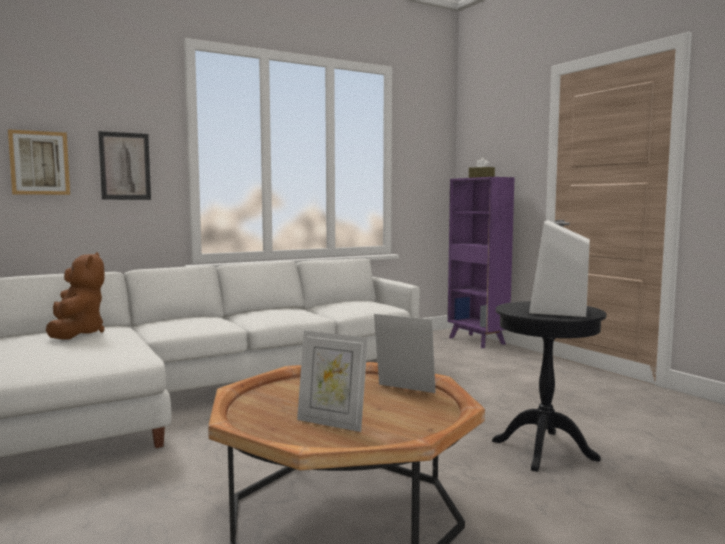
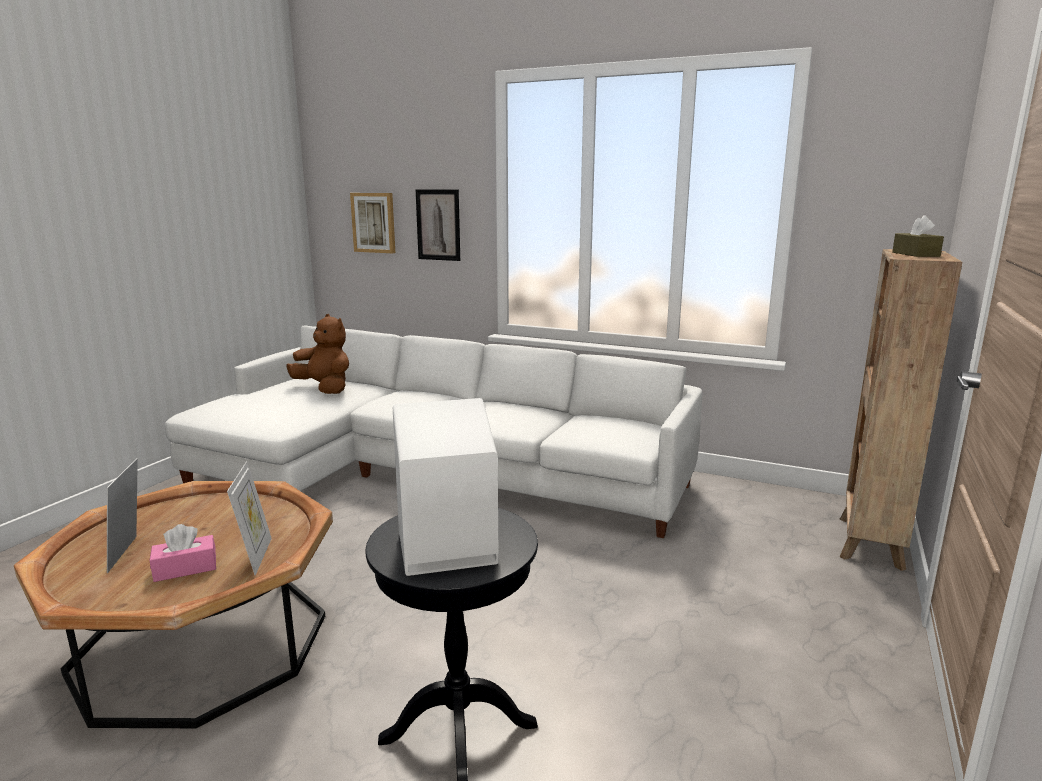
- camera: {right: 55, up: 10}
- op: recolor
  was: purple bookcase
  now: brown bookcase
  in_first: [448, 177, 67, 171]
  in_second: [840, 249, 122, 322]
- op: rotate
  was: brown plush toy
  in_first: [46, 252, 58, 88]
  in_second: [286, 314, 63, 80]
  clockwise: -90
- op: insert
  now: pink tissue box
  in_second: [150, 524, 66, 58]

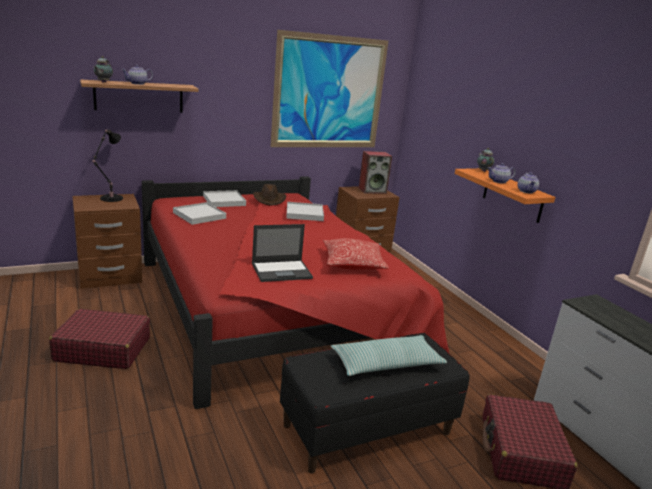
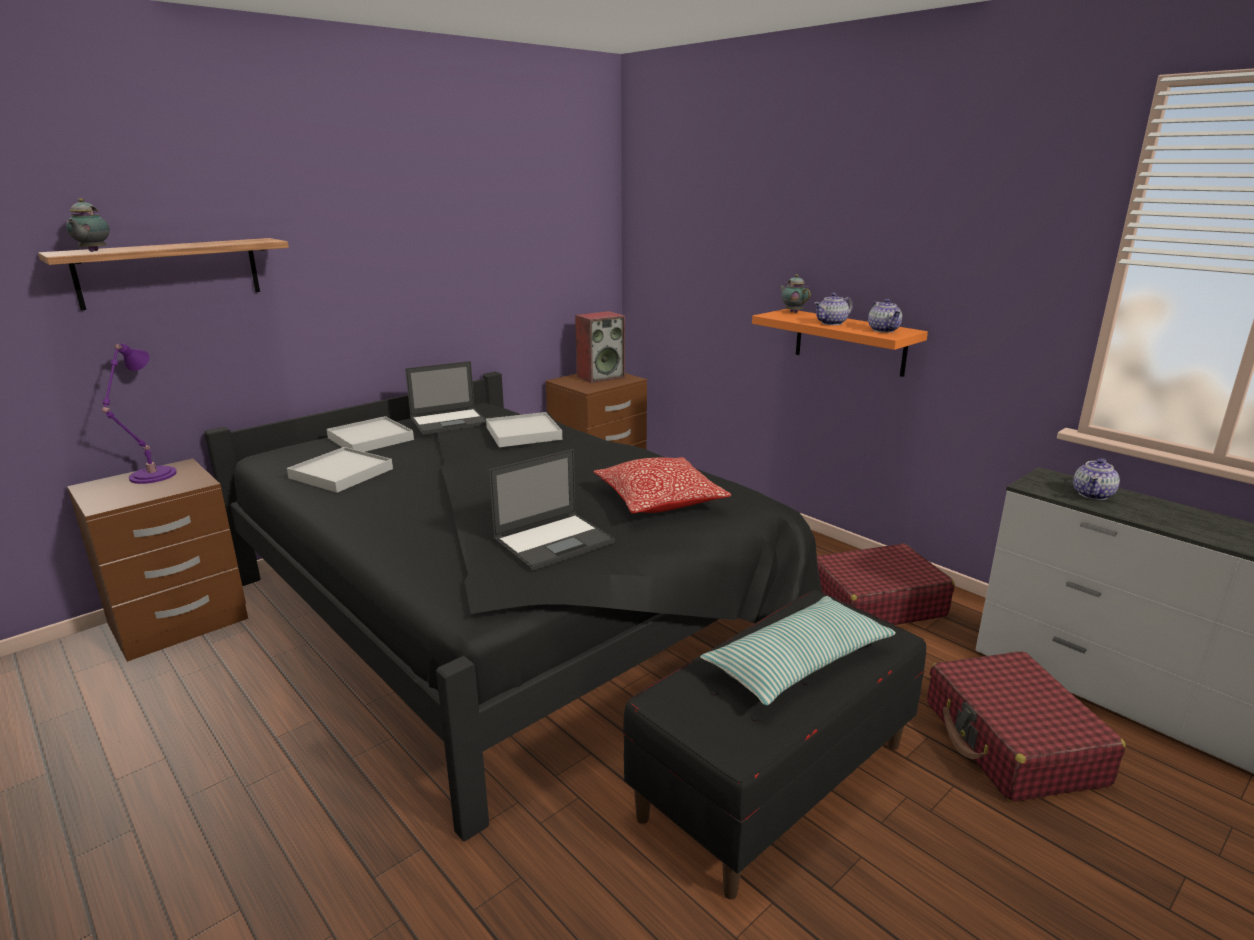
- camera: {right: -15, up: 0}
- op: delete
  was: picture
  in_first: [270, 30, 118, 117]
- op: move
  was: teapot
  in_first: [121, 65, 32, 20]
  in_second: [1073, 458, 47, 42]
- op: recolor
  was: black table lamp
  now: purple table lamp
  in_first: [92, 130, 31, 72]
  in_second: [102, 344, 75, 140]
- op: recolor
  was: red bed
  now: black bed
  in_first: [142, 176, 307, 233]
  in_second: [204, 371, 618, 471]
- op: replace
  was: brown hat
  now: laptop
  in_first: [253, 184, 33, 22]
  in_second: [405, 361, 81, 73]
- op: move
  was: red suitcase
  in_first: [49, 309, 101, 60]
  in_second: [817, 543, 138, 82]

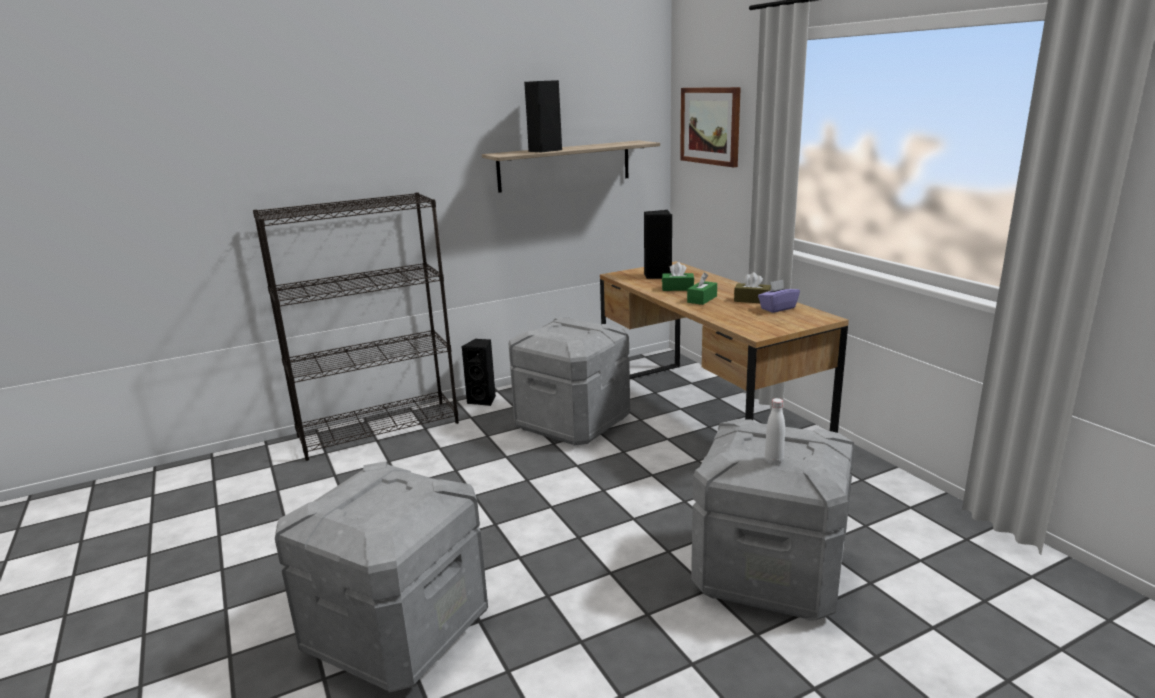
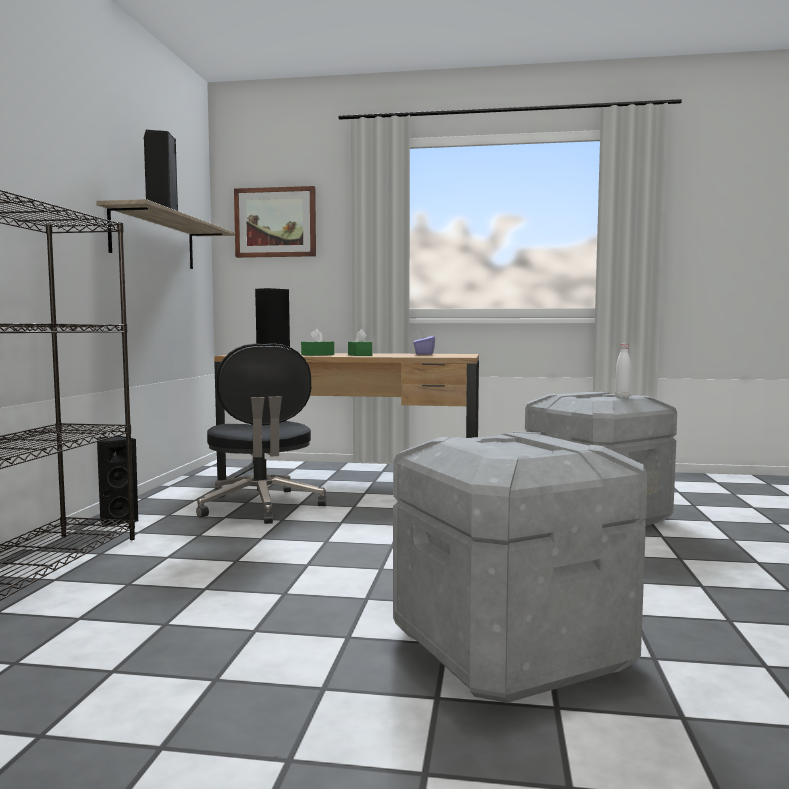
- camera: {right: -55, up: -15}
- op: delete
  was: brown tissue box
  in_first: [734, 272, 37, 31]
- op: replace
  was: grey storage box
  now: black office chair
  in_first: [508, 317, 122, 129]
  in_second: [196, 343, 131, 181]

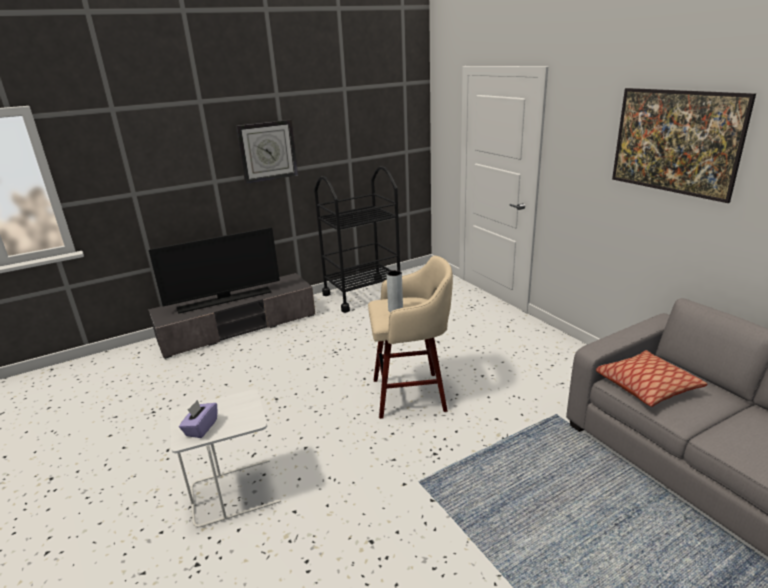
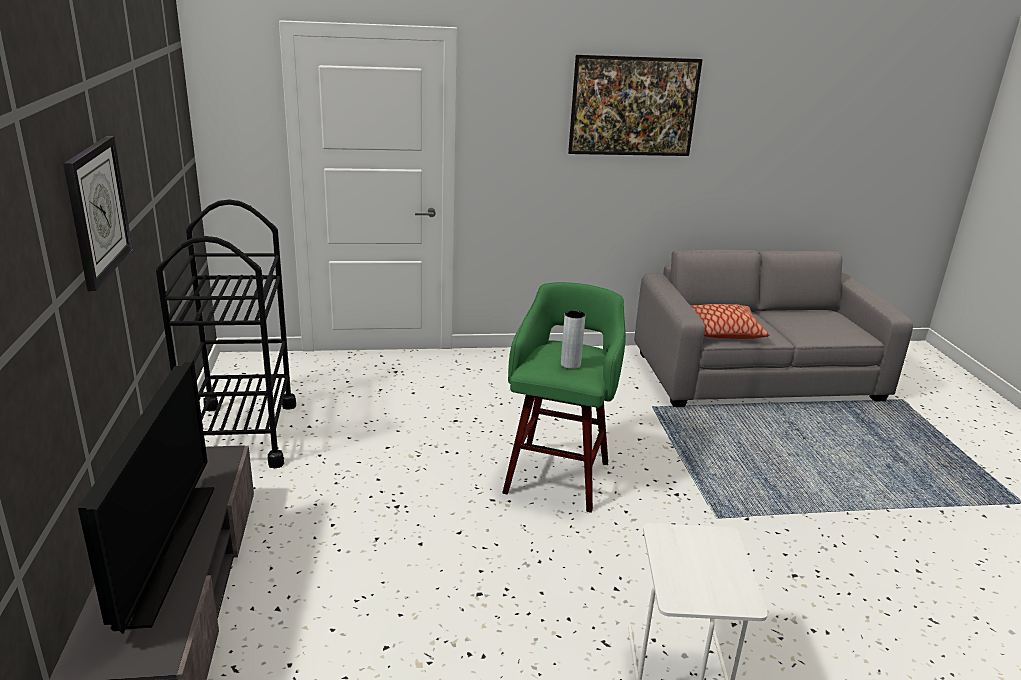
- camera: {right: -70, up: 0}
- op: recolor
  was: beige stool
  now: green stool
  in_first: [368, 256, 85, 163]
  in_second: [502, 282, 124, 231]
- op: delete
  was: purple tissue box
  in_first: [179, 400, 38, 38]

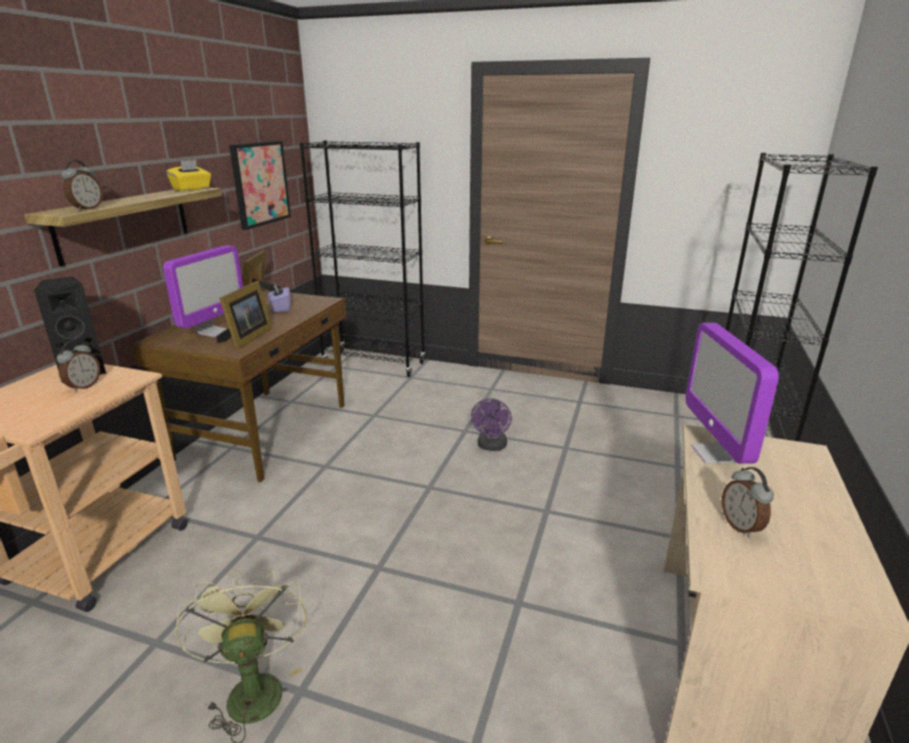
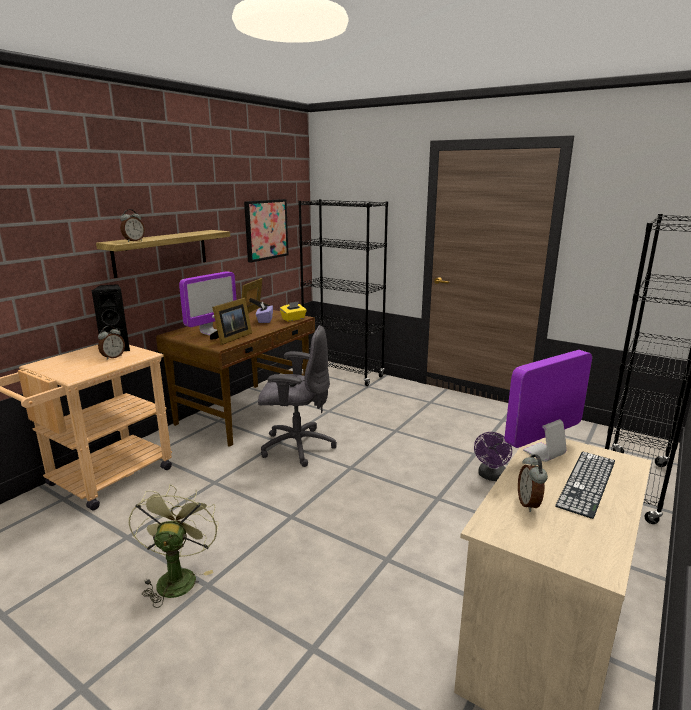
- camera: {right: 15, up: -5}
- op: move
  was: yellow tissue box
  in_first: [166, 160, 45, 31]
  in_second: [280, 301, 27, 21]
- op: rotate
  was: monitor
  in_first: [685, 323, 94, 141]
  in_second: [505, 350, 87, 112]
  clockwise: 45
- op: move
  was: purple fan
  in_first: [471, 399, 41, 52]
  in_second: [474, 432, 38, 49]
- op: insert
  now: grey office chair
  in_second: [258, 325, 79, 142]
- op: insert
  now: keyboard
  in_second: [555, 451, 60, 68]

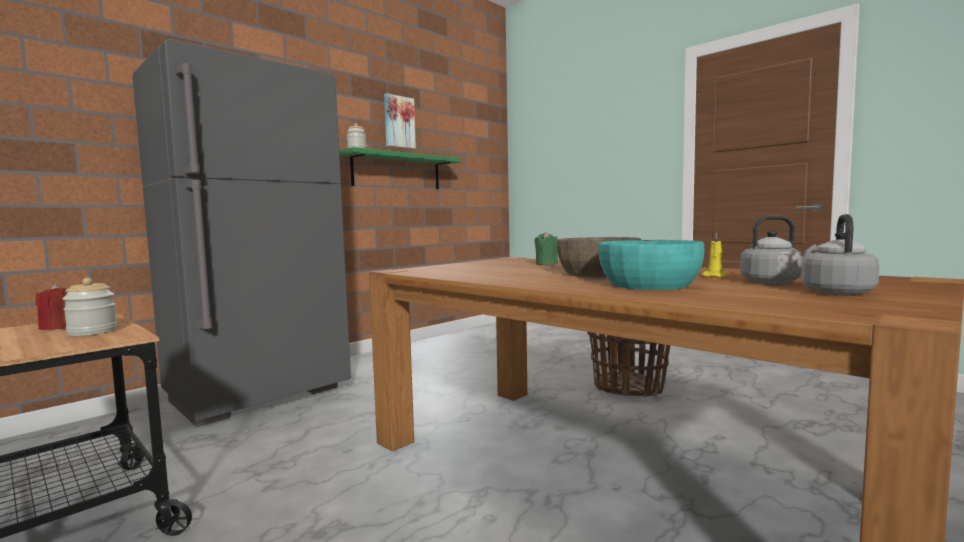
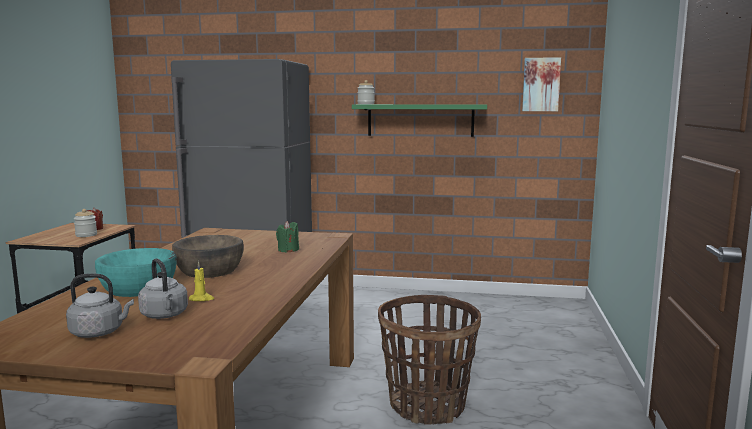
- camera: {right: 55, up: 5}
- op: move
  was: picture
  in_first: [384, 93, 32, 56]
  in_second: [522, 57, 39, 54]

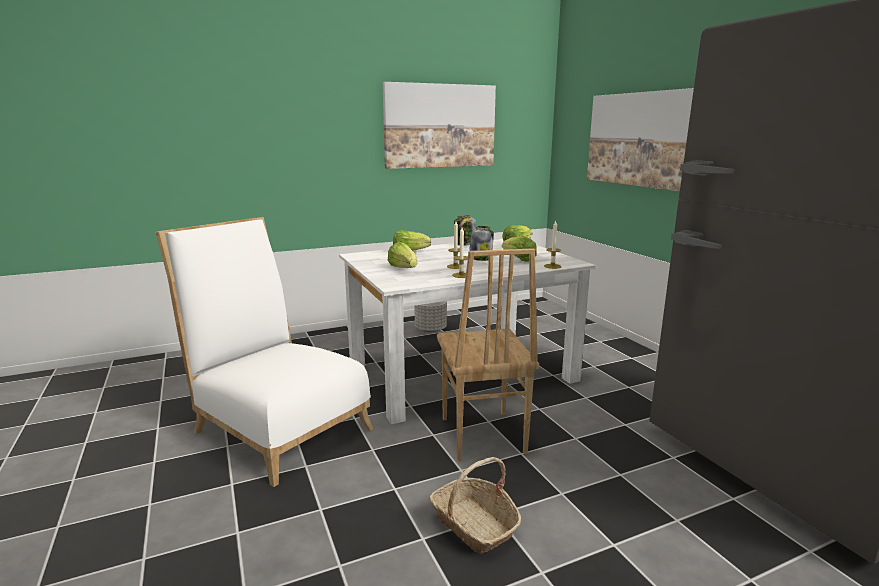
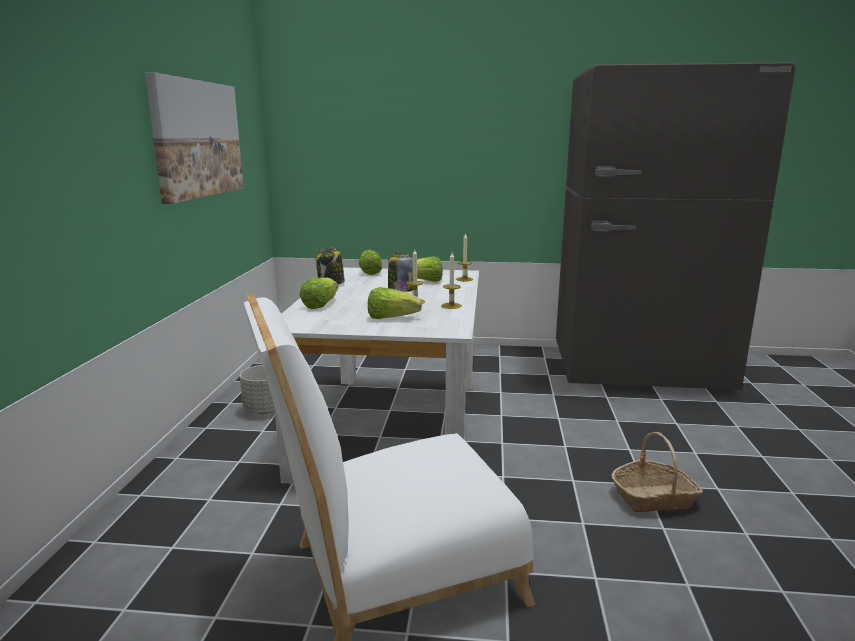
- camera: {right: -60, up: 0}
- op: delete
  was: picture
  in_first: [587, 88, 107, 103]
- op: delete
  was: brown chair
  in_first: [437, 248, 102, 213]

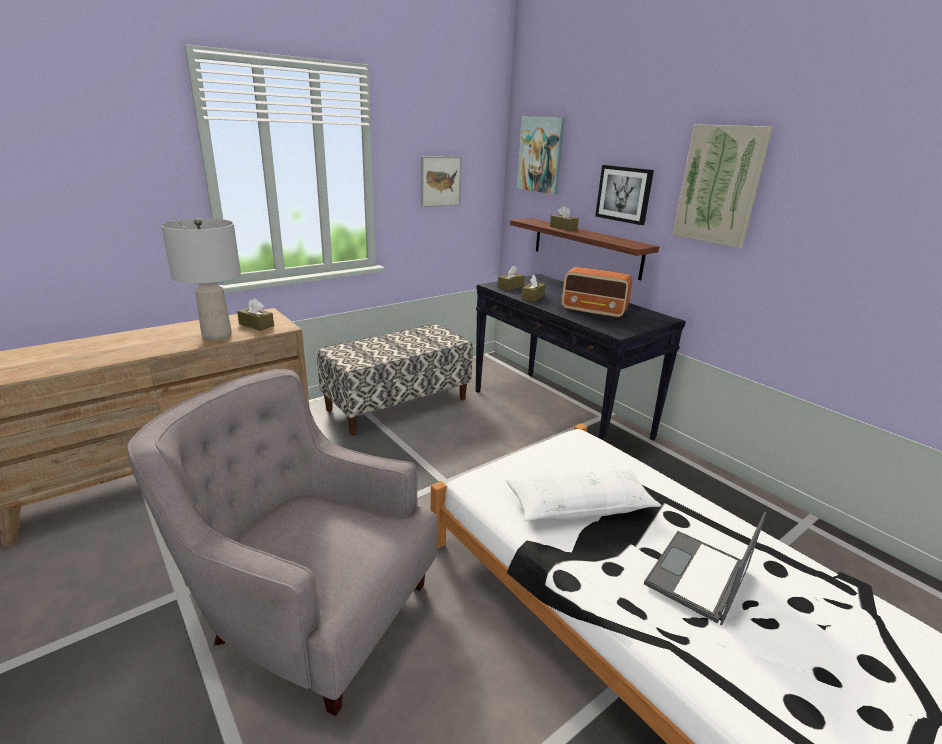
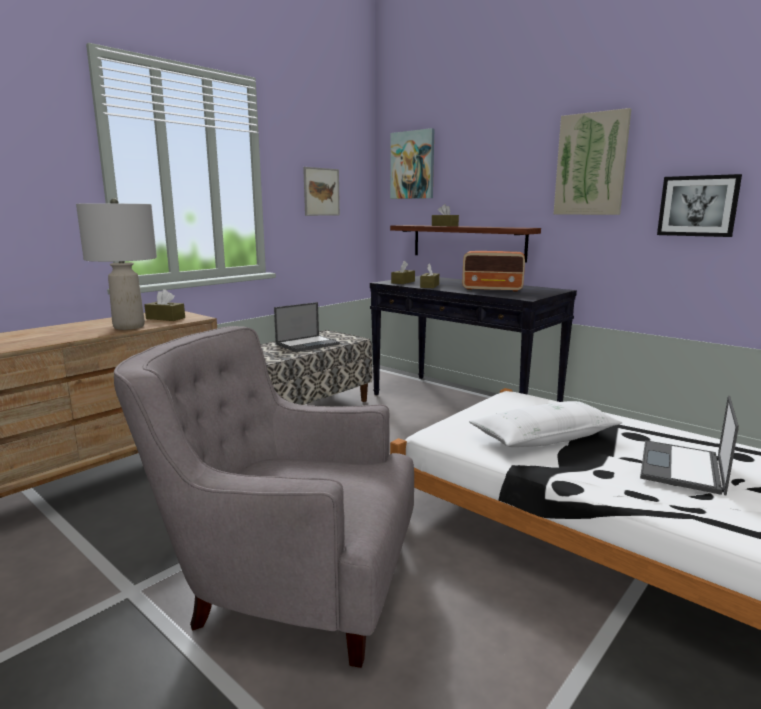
- camera: {right: -10, up: -10}
- op: move
  was: picture
  in_first: [595, 165, 59, 60]
  in_second: [657, 174, 85, 63]
- op: insert
  now: laptop
  in_second: [274, 302, 66, 50]

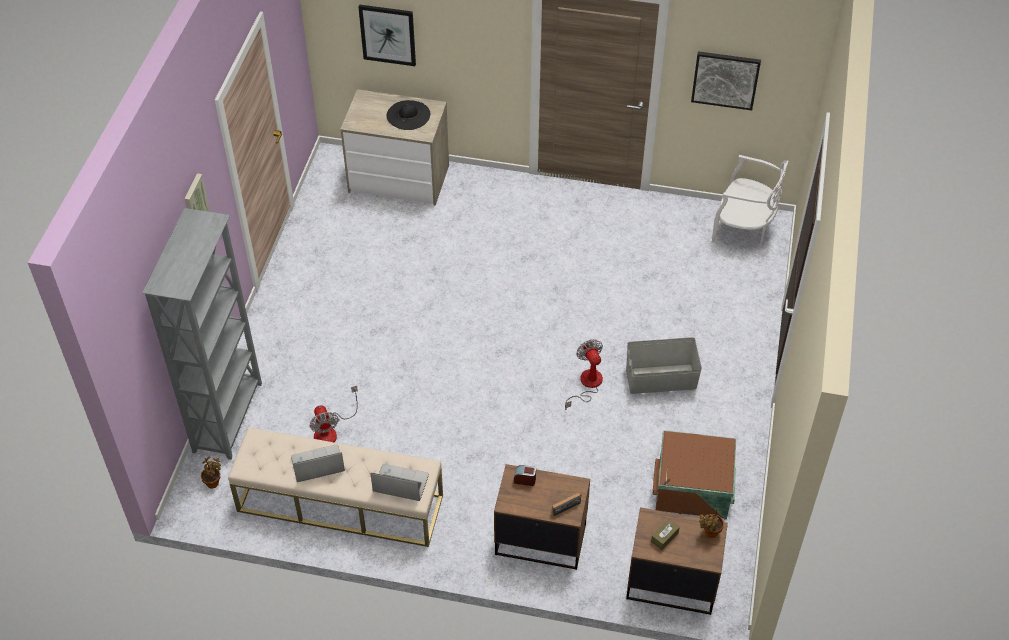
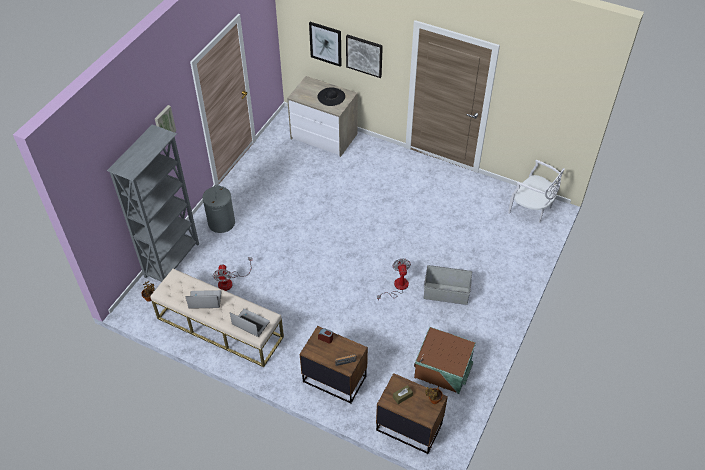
- camera: {right: 15, up: 0}
- op: move
  was: picture
  in_first: [691, 51, 70, 59]
  in_second: [346, 34, 37, 44]
- op: insert
  now: grey laundry basket
  in_second: [202, 185, 33, 48]

